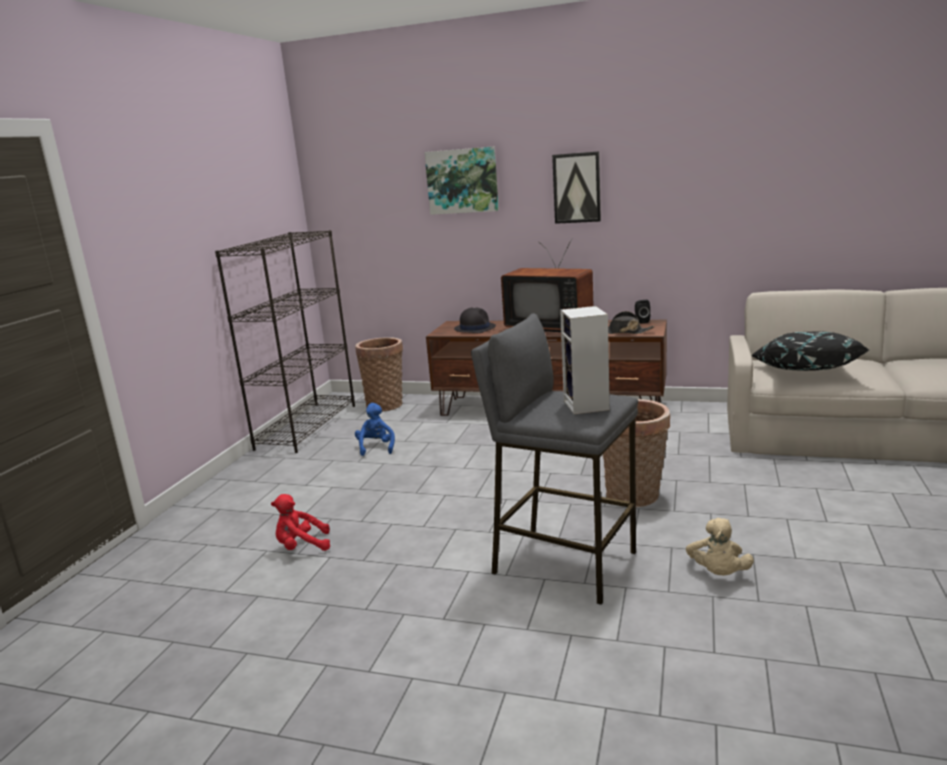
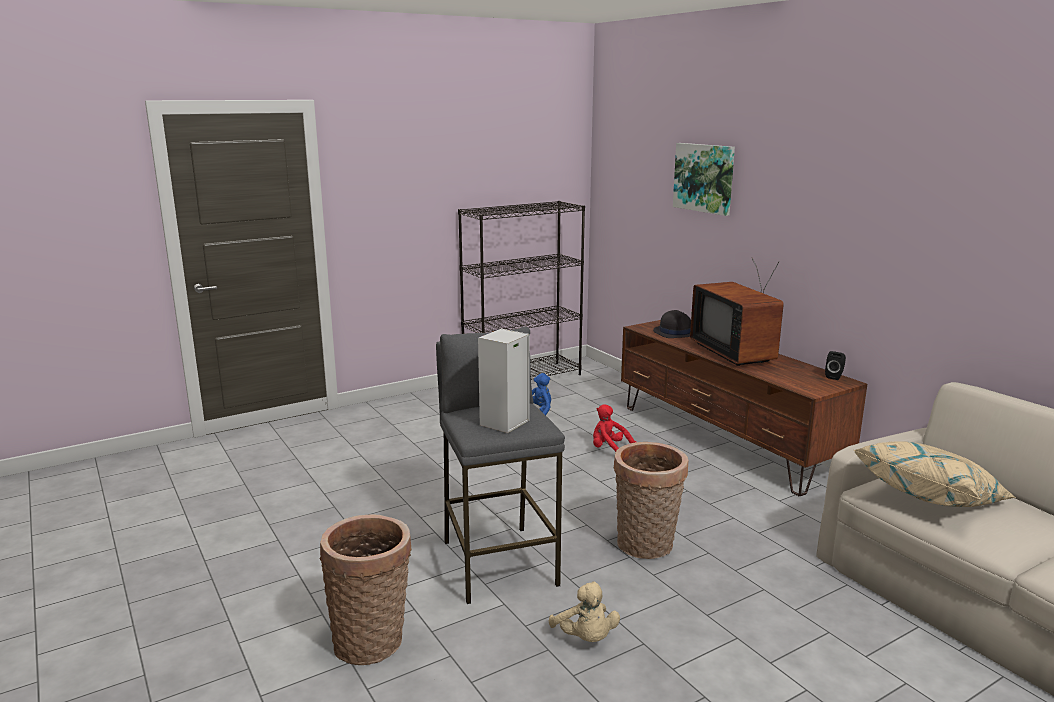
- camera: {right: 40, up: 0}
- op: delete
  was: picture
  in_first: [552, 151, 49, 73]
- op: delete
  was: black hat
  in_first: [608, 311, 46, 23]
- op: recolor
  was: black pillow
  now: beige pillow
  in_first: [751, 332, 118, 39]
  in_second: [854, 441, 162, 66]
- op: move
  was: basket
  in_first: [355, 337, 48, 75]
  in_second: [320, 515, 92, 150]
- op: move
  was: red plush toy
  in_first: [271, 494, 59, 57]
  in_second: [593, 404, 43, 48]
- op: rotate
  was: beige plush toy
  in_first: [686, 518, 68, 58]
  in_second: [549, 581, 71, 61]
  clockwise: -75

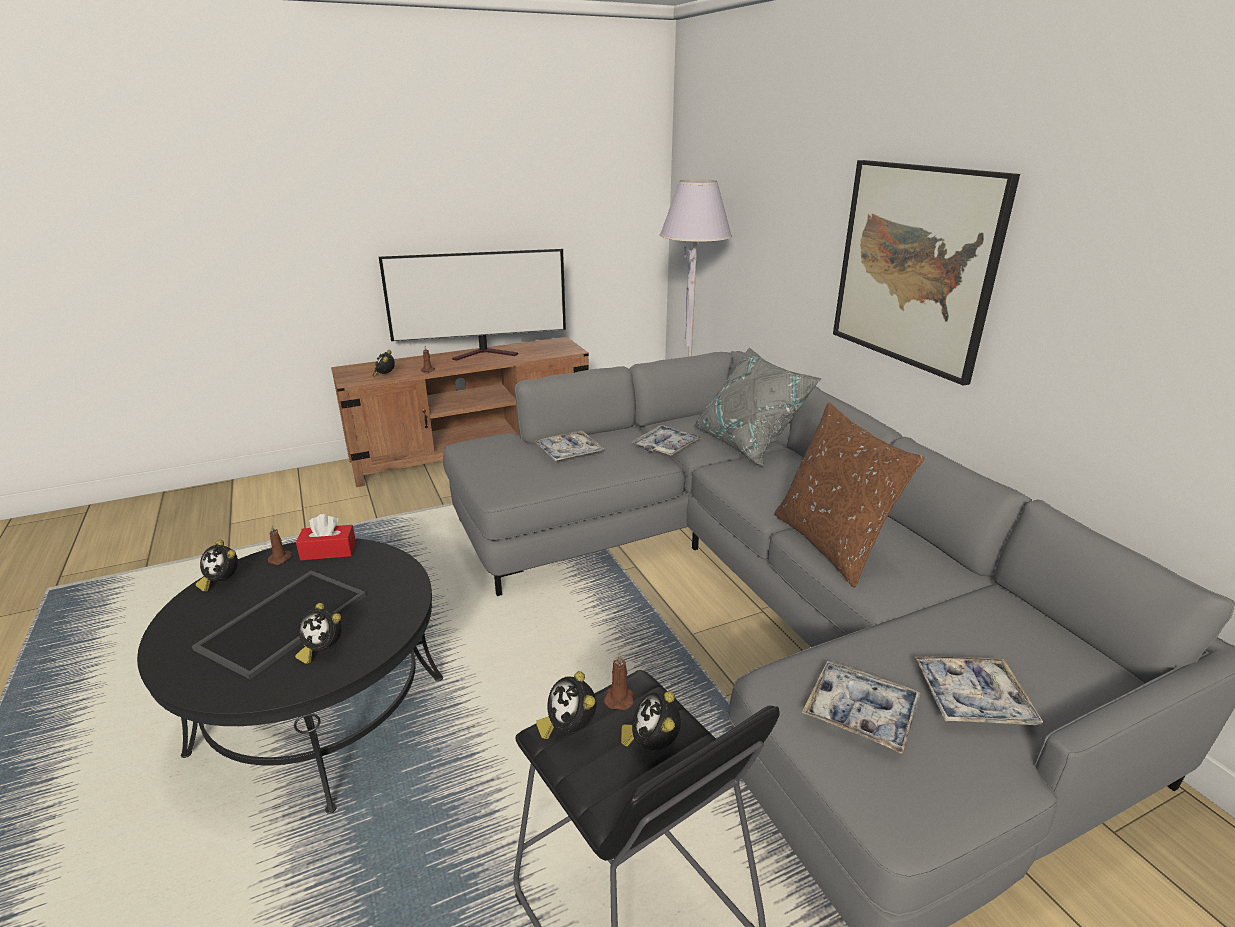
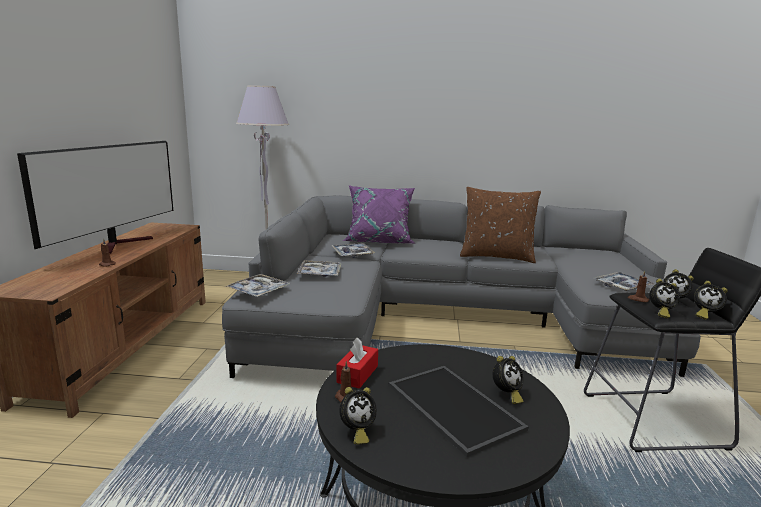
- camera: {right: -60, up: -10}
- op: delete
  was: picture
  in_first: [833, 160, 187, 226]
- op: recolor
  was: grey pillow
  now: purple pillow
  in_first: [694, 347, 128, 120]
  in_second: [342, 185, 73, 59]
- op: move
  was: alarm clock
  in_first: [372, 350, 23, 27]
  in_second: [694, 281, 33, 39]
- op: move
  was: tray
  in_first: [915, 656, 128, 69]
  in_second: [225, 274, 65, 23]

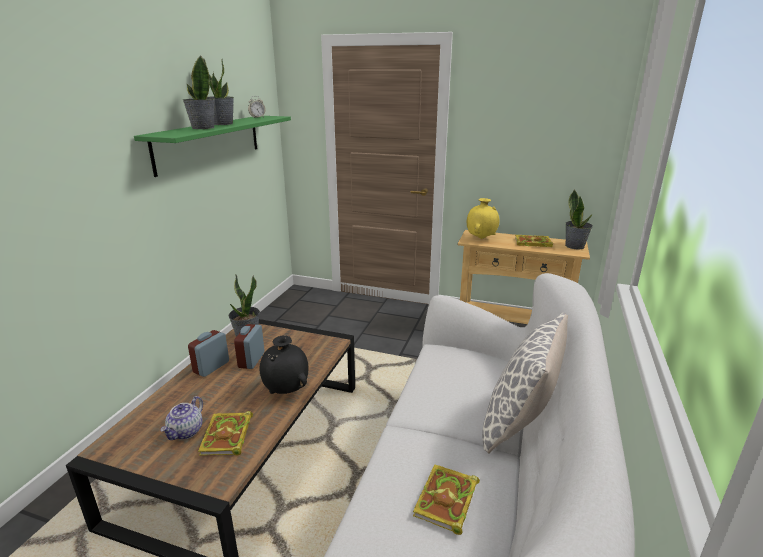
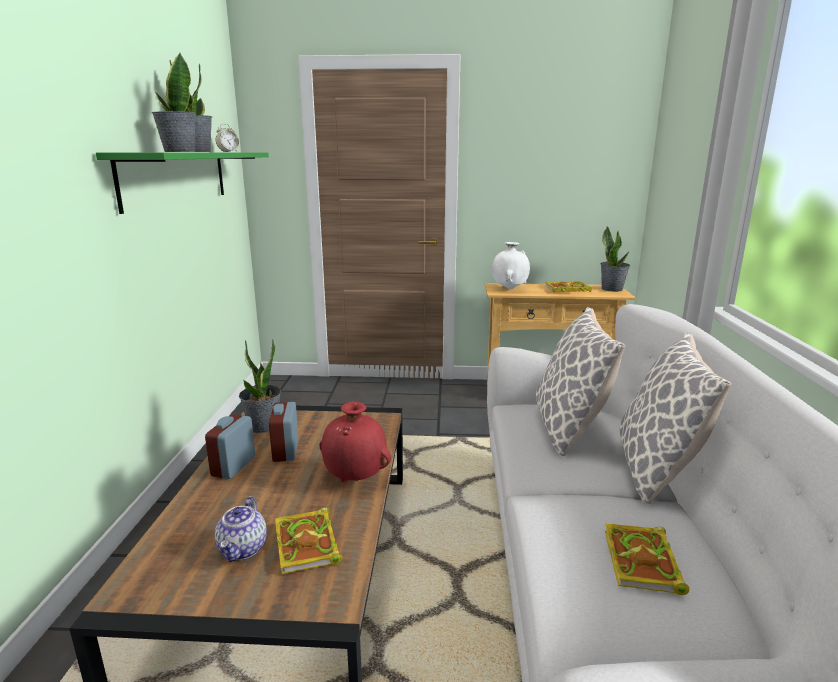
- camera: {right: -15, up: -5}
- op: recolor
  was: yellow vase
  now: white vase
  in_first: [467, 198, 32, 41]
  in_second: [492, 242, 38, 48]
- op: recolor
  was: black vase
  now: red vase
  in_first: [260, 336, 48, 58]
  in_second: [319, 402, 72, 81]
- op: insert
  now: pillow
  in_second: [536, 307, 89, 150]

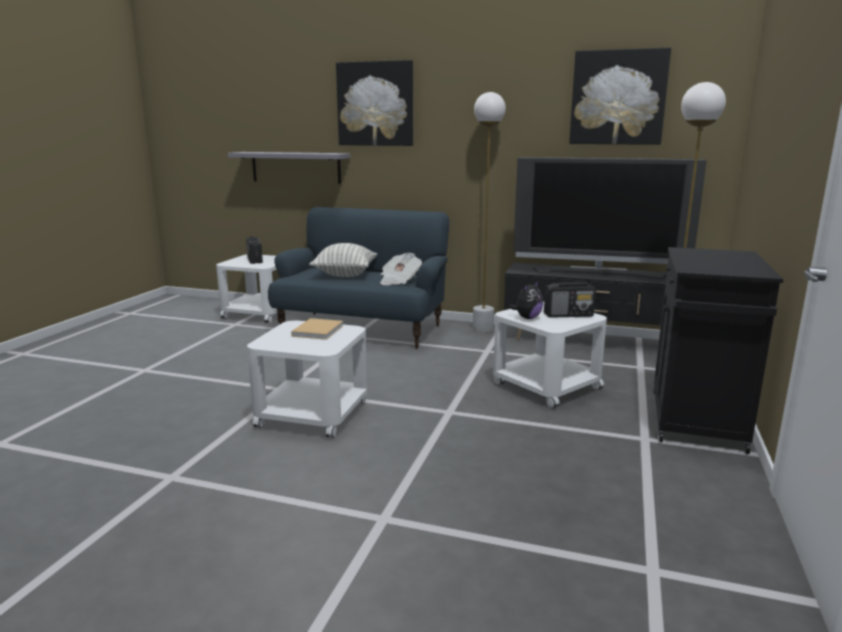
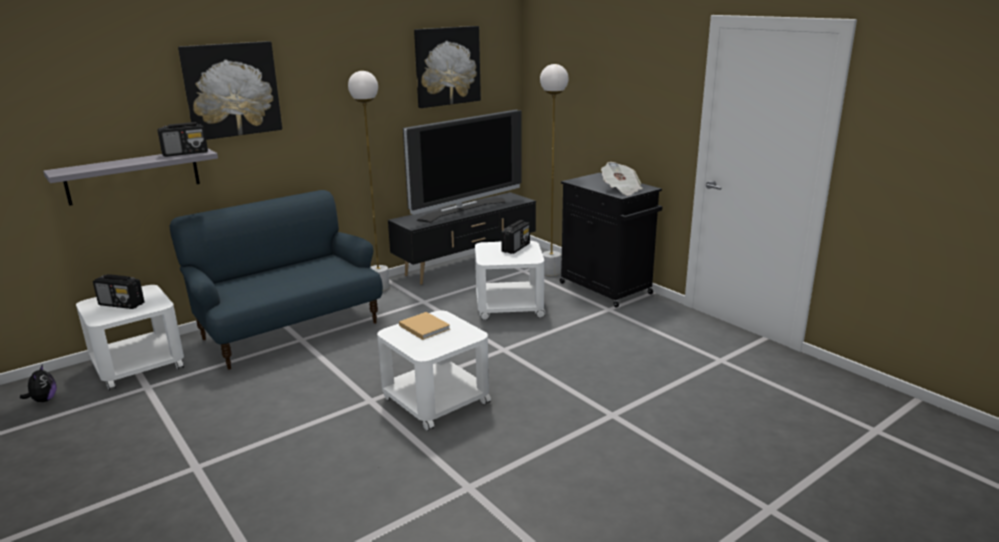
- camera: {right: -55, up: 5}
- op: delete
  was: pillow
  in_first: [309, 243, 68, 34]
- op: move
  was: newspaper
  in_first: [380, 253, 42, 32]
  in_second: [601, 162, 42, 33]
- op: move
  was: plush toy
  in_first: [509, 281, 34, 38]
  in_second: [20, 365, 37, 37]
- op: insert
  now: radio
  in_second: [158, 122, 50, 35]

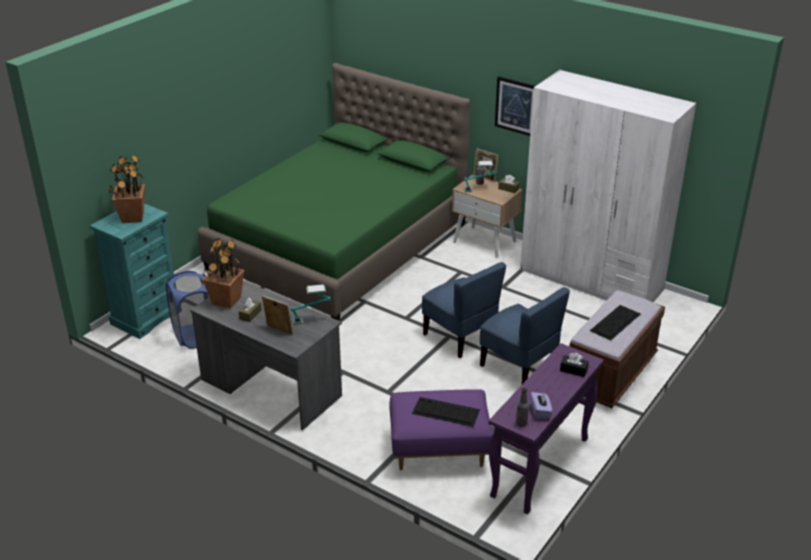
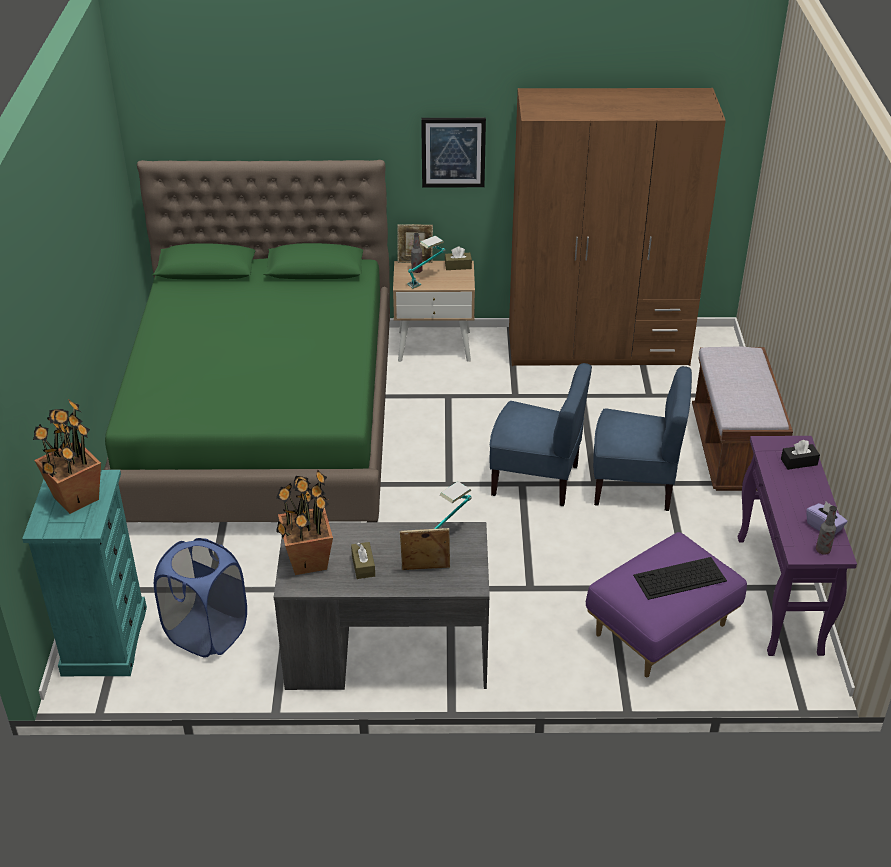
- camera: {right: -35, up: 5}
- op: recolor
  was: white wardrobe
  now: brown wardrobe
  in_first: [520, 70, 176, 232]
  in_second: [509, 88, 217, 278]
- op: delete
  was: keyboard
  in_first: [590, 305, 51, 35]

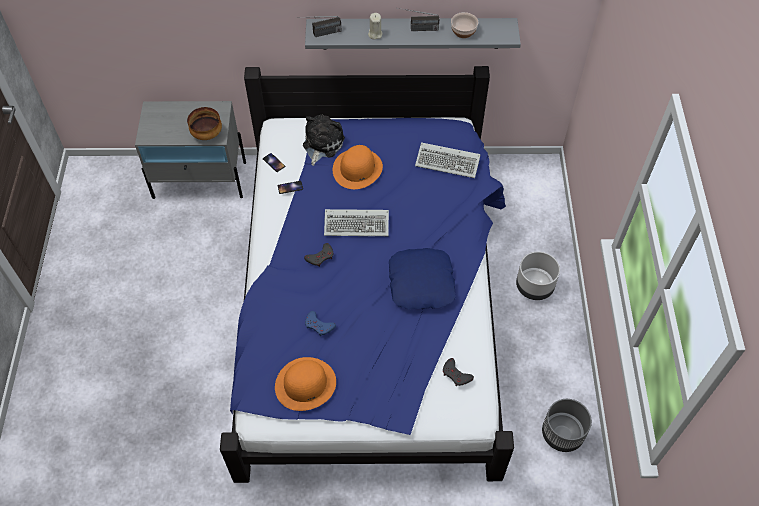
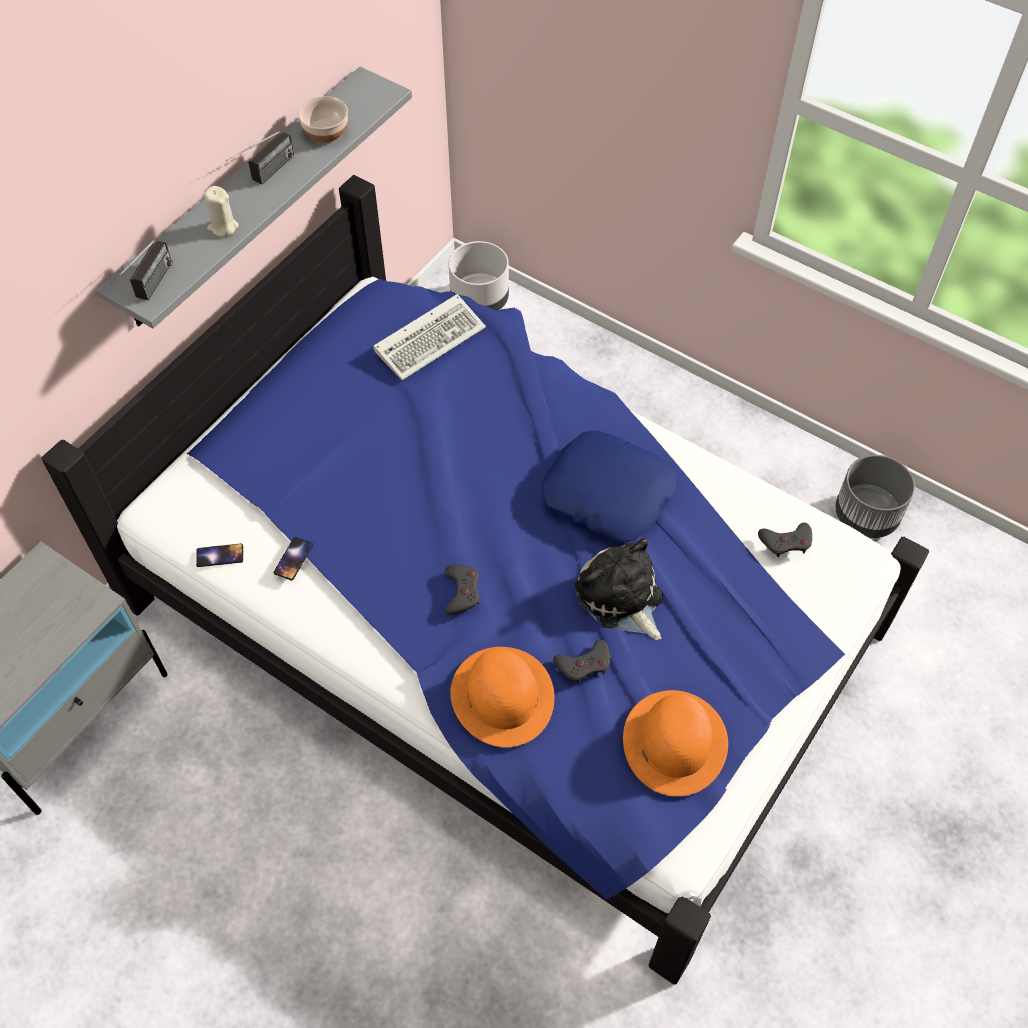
- camera: {right: -55, up: 0}
- op: delete
  was: bowl
  in_first: [187, 107, 35, 33]
- op: move
  was: plush toy
  in_first: [303, 115, 42, 51]
  in_second: [575, 538, 88, 102]
- op: move
  was: orange hat
  in_first: [333, 145, 50, 44]
  in_second: [450, 647, 104, 100]
- op: delete
  was: keyboard
  in_first: [324, 209, 65, 27]
- op: move
  was: grey planter
  in_first: [516, 251, 44, 49]
  in_second: [449, 241, 60, 70]
- op: recolor
  was: blue game controller
  now: grey game controller
  in_first: [305, 311, 31, 25]
  in_second: [553, 639, 57, 44]

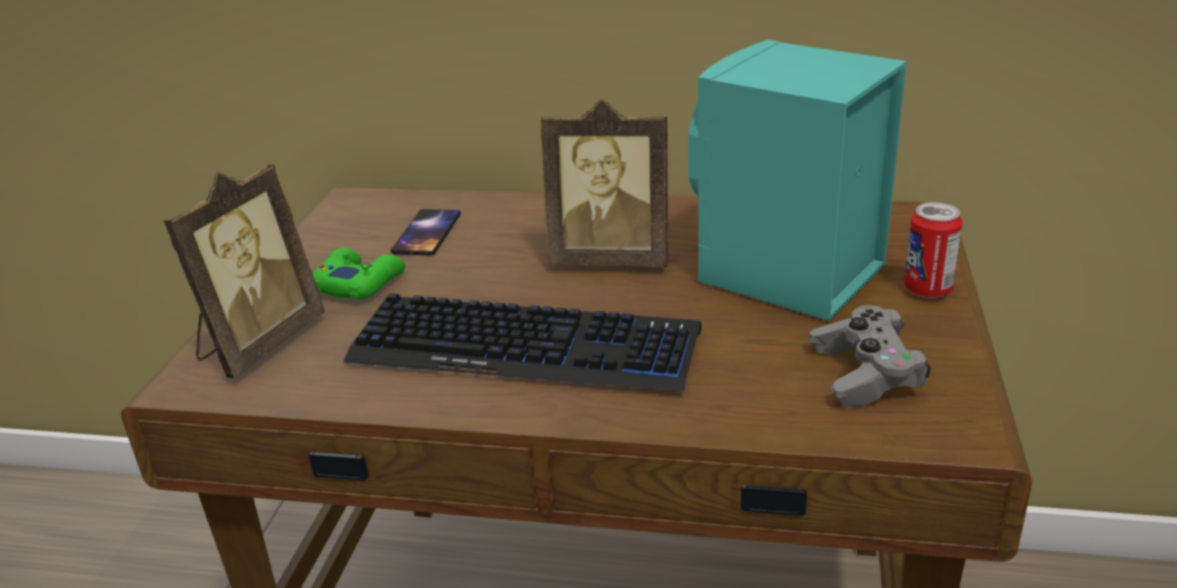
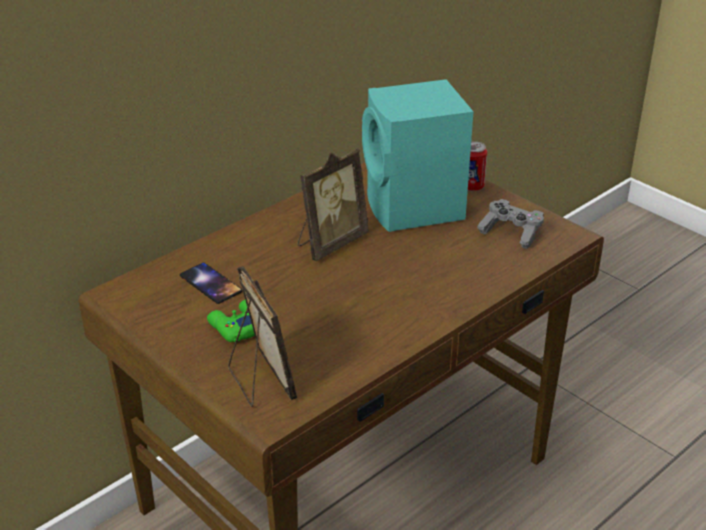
- camera: {right: -55, up: 5}
- op: delete
  was: keyboard
  in_first: [344, 293, 357, 99]

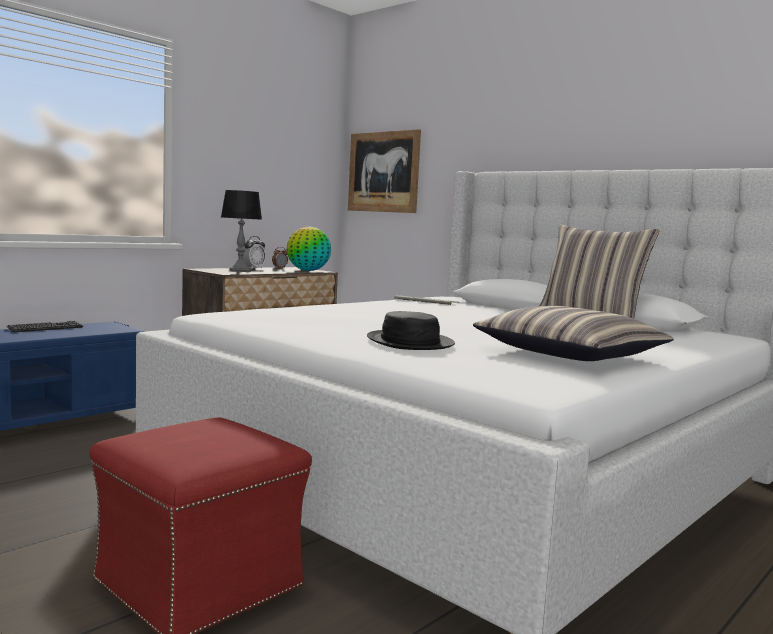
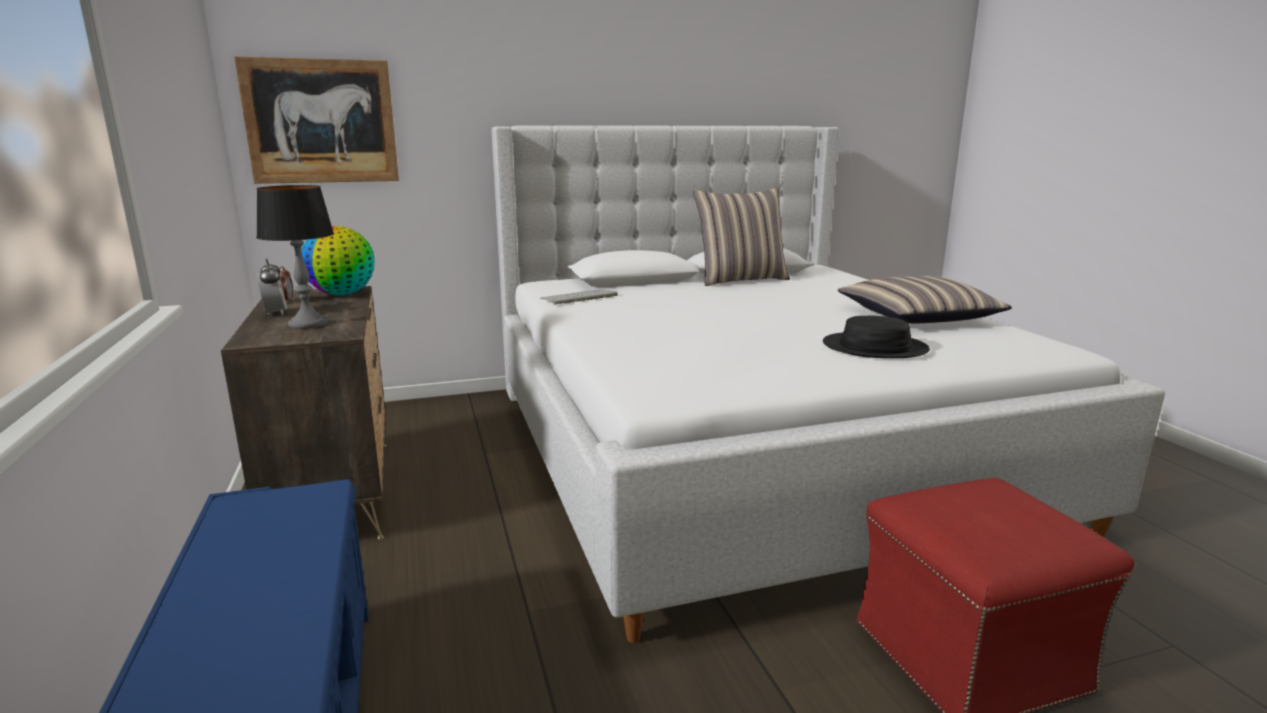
- camera: {right: -60, up: 10}
- op: delete
  was: keyboard
  in_first: [7, 321, 76, 11]

